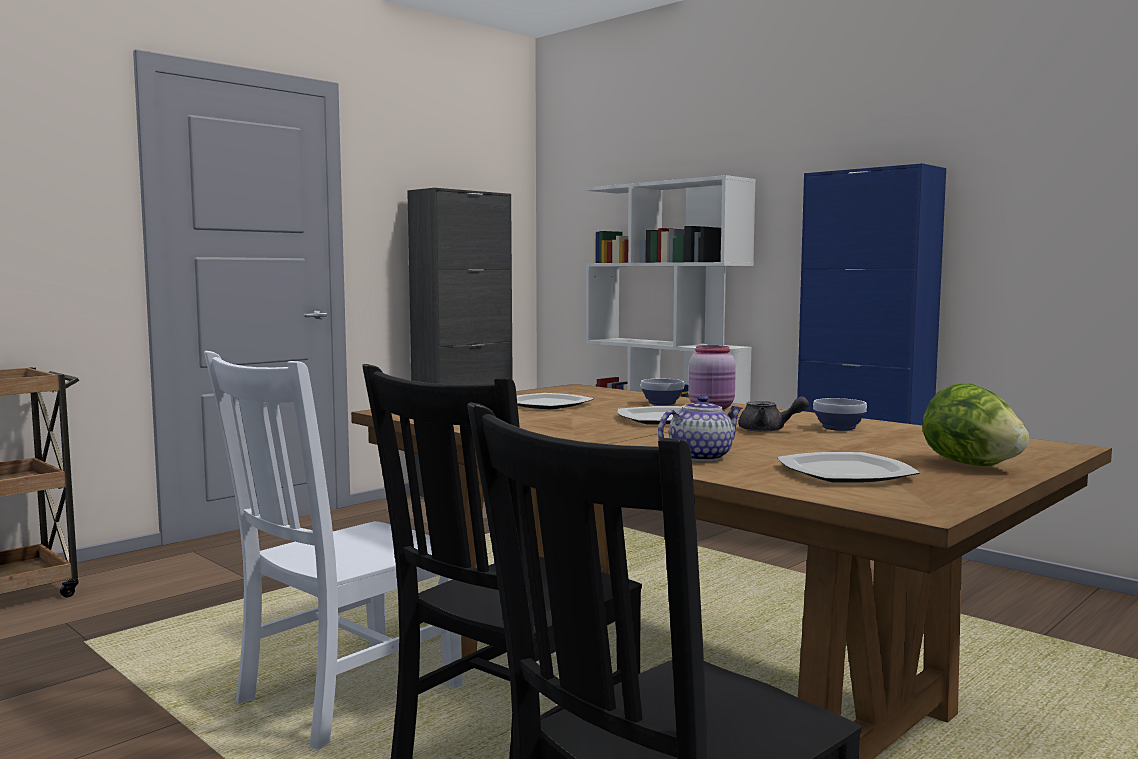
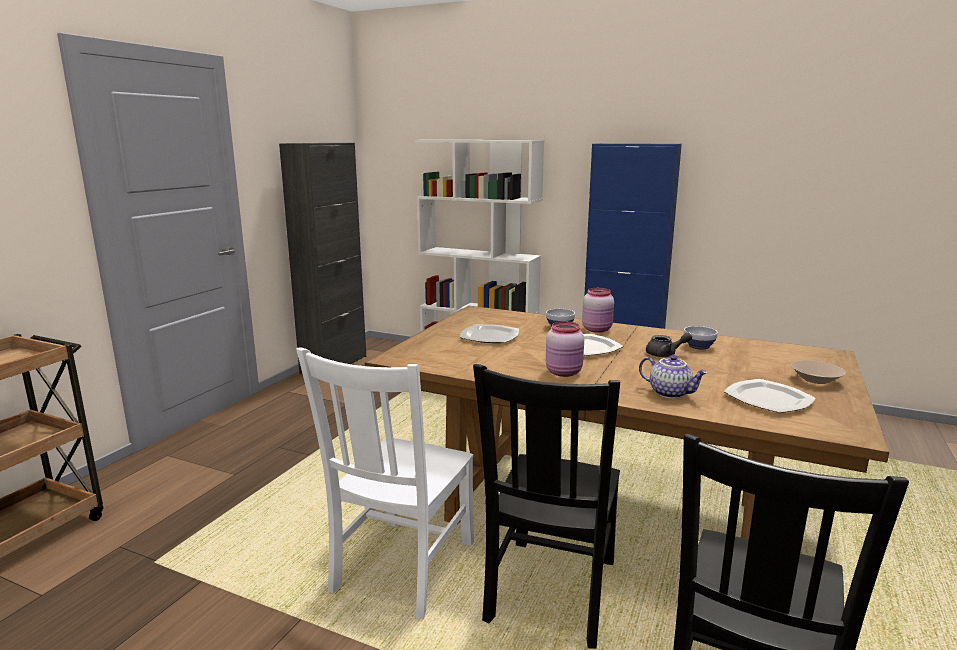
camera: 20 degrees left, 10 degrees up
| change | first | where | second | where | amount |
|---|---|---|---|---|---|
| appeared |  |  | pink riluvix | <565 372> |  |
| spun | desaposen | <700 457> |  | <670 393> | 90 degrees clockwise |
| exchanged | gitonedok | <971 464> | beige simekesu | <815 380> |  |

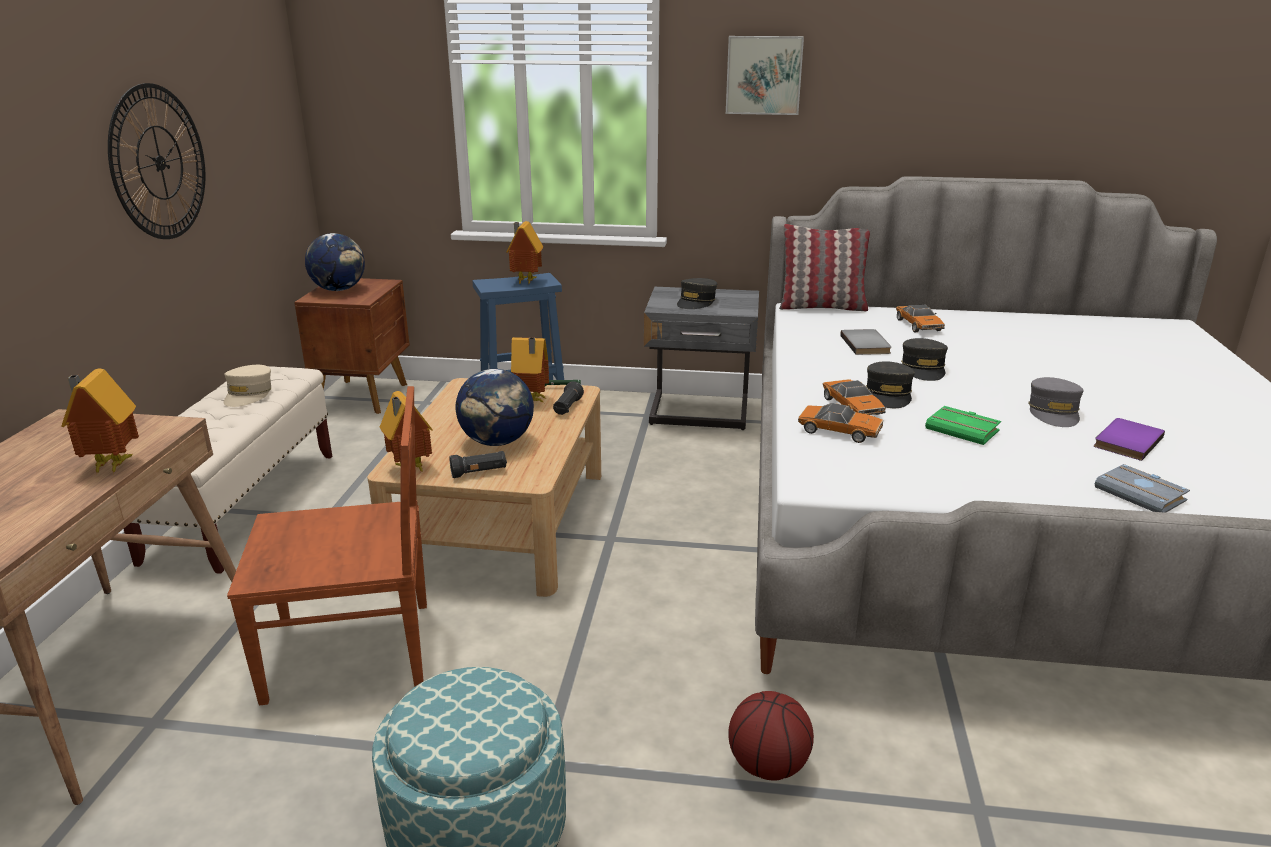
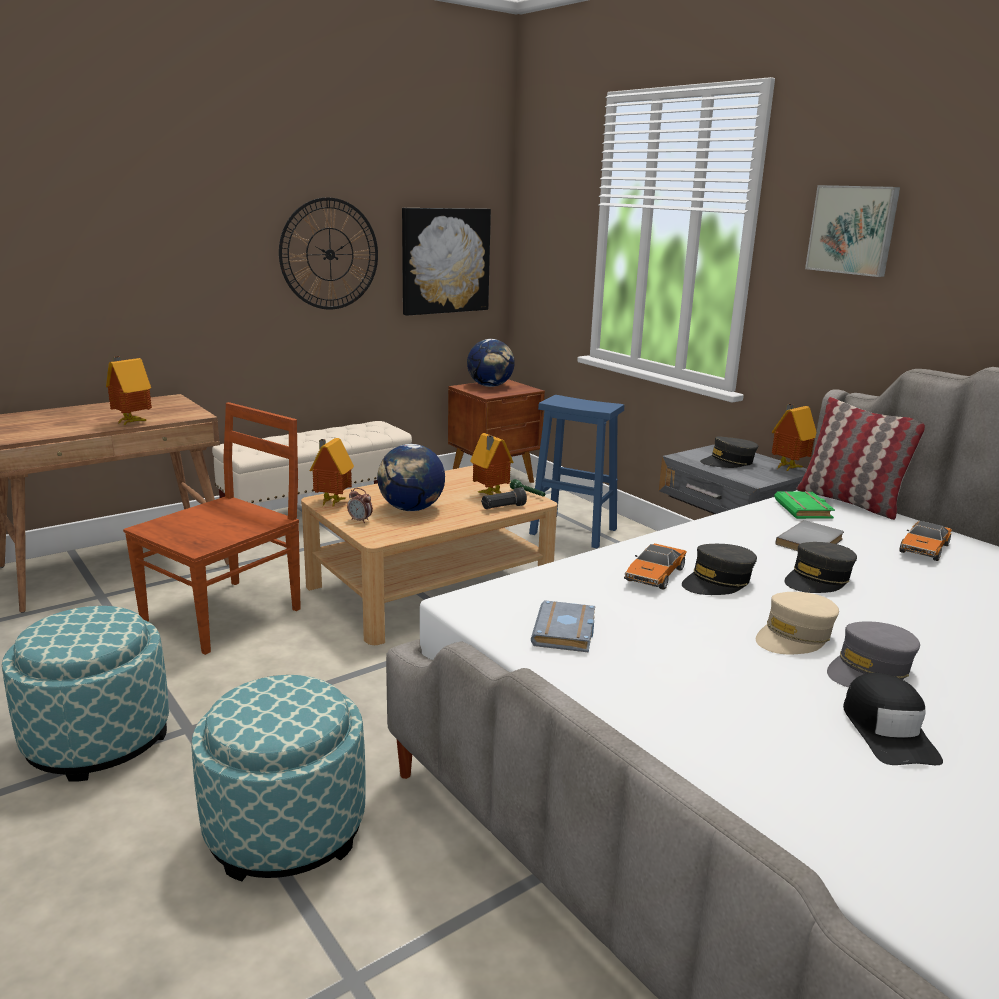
camera: 45 degrees right, 5 degrees down
| change | first | where | second | where | amount |
|---|---|---|---|---|---|
| spun | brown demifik | <354 651> |  | <225 614> | 90 degrees counterclockwise |
| exchanged | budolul | <768 766> | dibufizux | <285 828> |  |
| exchanged | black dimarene | <479 473> | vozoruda | <360 520> |  |
| appeared |  |  | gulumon | <445 261> |  |
| relocated | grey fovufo | <1142 495> |  | <566 633> |  |
| relocated | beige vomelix | <248 394> |  | <794 636> |  |
| relocated | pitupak | <524 281> |  | <787 468> |  |
| relocated | green fovufo | <964 430> |  | <805 510> |  |
| exchanged | purple fovufo | <1125 441> | black vomelix | <888 731> |  |
| missing | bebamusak | <839 431> |  |  |  |

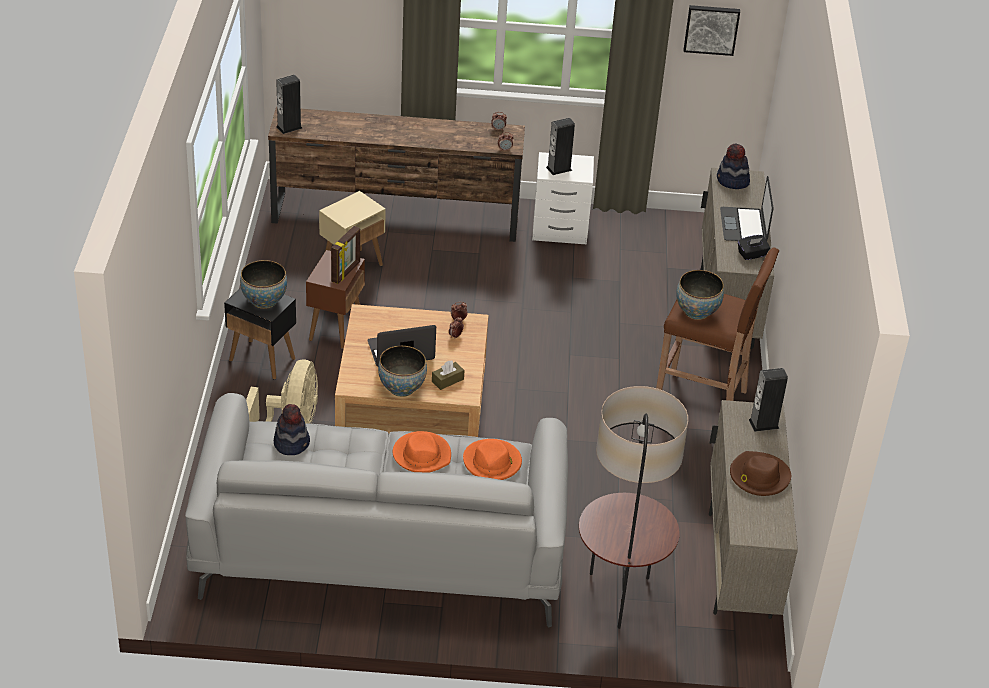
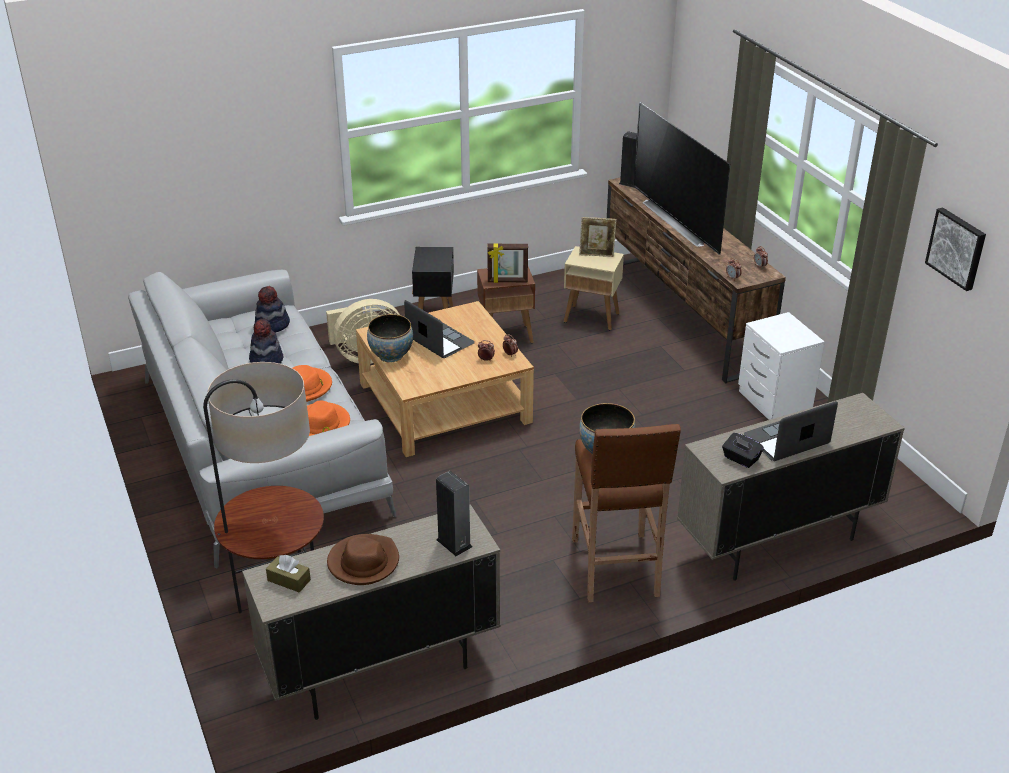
camera: 65 degrees right, 5 degrees down
| change | first | where | second | where | amount |
|---|---|---|---|---|---|
| relocated | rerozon | <732 181> |  | <266 360> |  |
| relocated | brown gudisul | <447 380> |  | <289 580> |  |
| appeared |  |  | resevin | <596 255> |  |
| appeared |  |  | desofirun | <680 221> |  |
| missing | simekesu | <264 301> |  |  |  |
| missing | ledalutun | <559 169> |  |  |  |

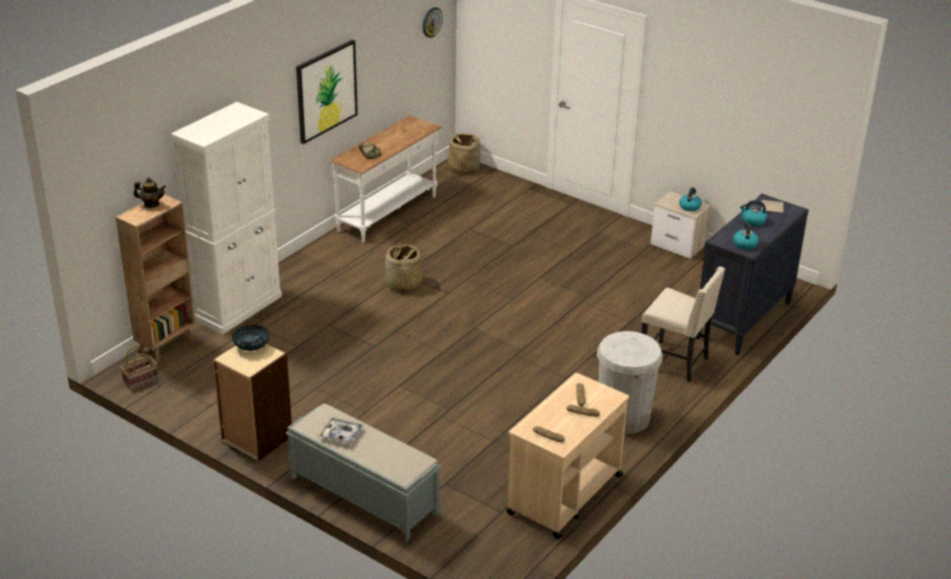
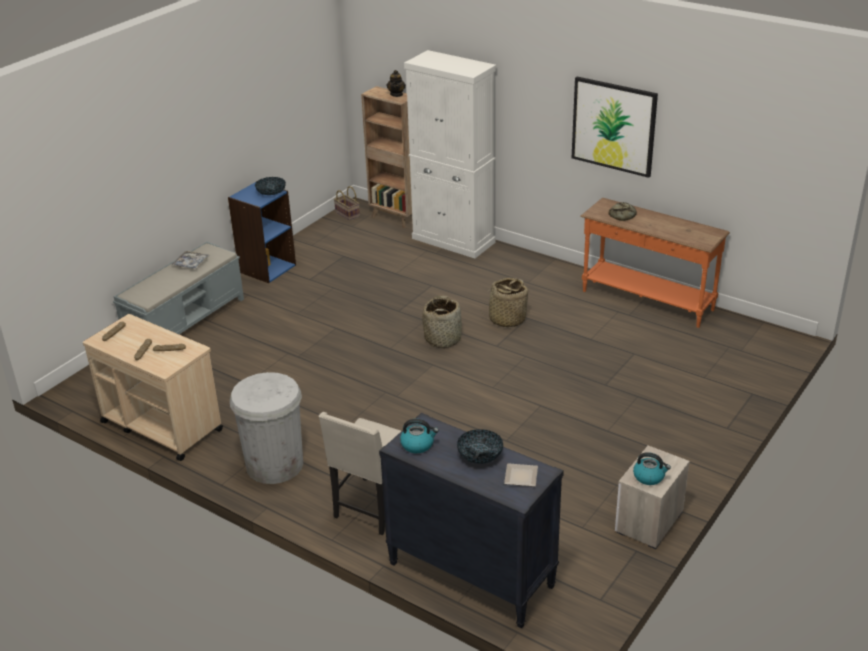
camera: 90 degrees right, 0 degrees up
| change | first | where | second | where | amount |
|---|---|---|---|---|---|
| colour | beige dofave | <256 438> | blue dofave | <267 268> |  |
| relocated | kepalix | <463 168> |  | <443 338> |  |
| exchanged | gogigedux | <753 221> | simekesu | <480 456> |  |
| colour | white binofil | <388 214> | orange binofil | <646 301> |  |
| missing | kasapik | <431 22> |  |  |  |

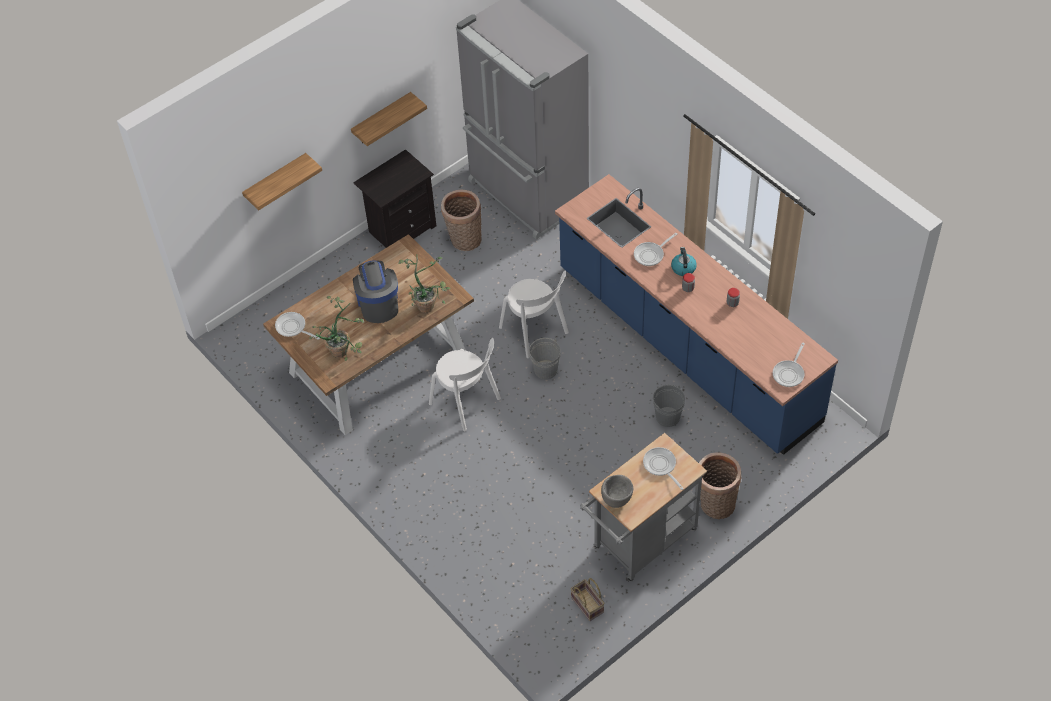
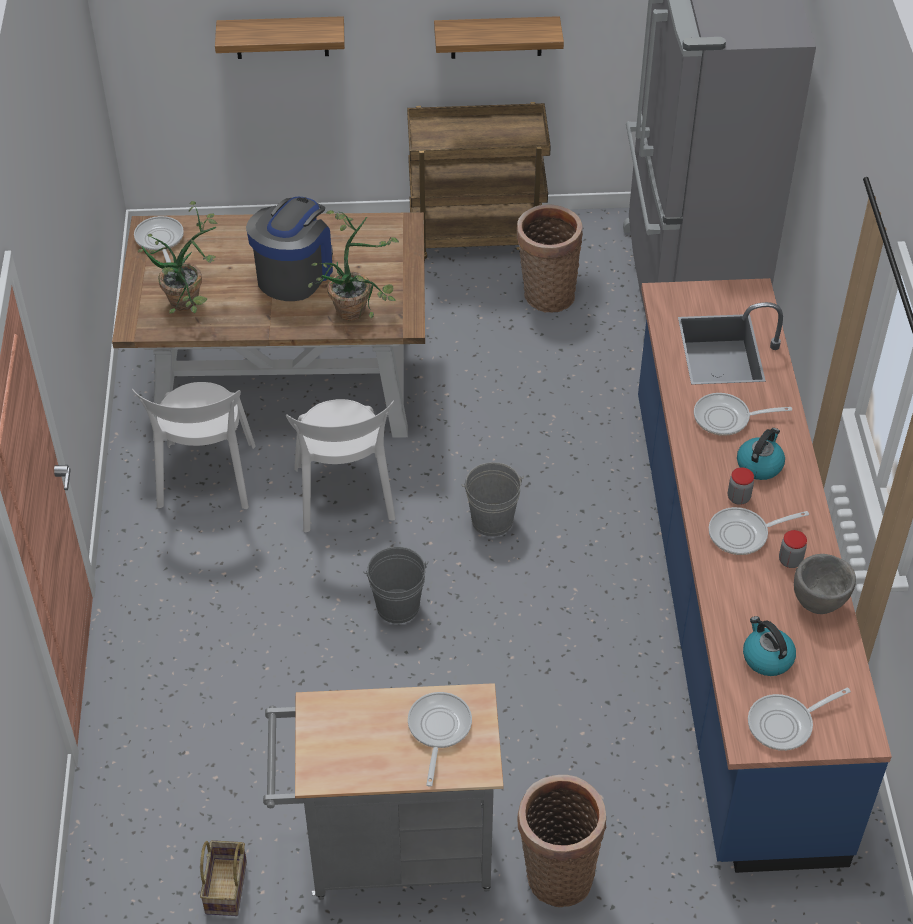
camera: 35 degrees right, 5 degrees down
| change | first | where | second | where | amount |
|---|---|---|---|---|---|
| relocated | white demifik | <535 332> |  | <206 480> |  |
| relocated | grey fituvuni | <668 417> |  | <398 606> |  |
| exchanged | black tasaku | <401 229> | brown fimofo | <477 237> |  |
| appeared |  |  | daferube | <743 534> |  |
| appeared |  |  | gogigedux | <766 657> |  |
| relocated | grey simekesu | <617 501> |  | <818 604> |  |

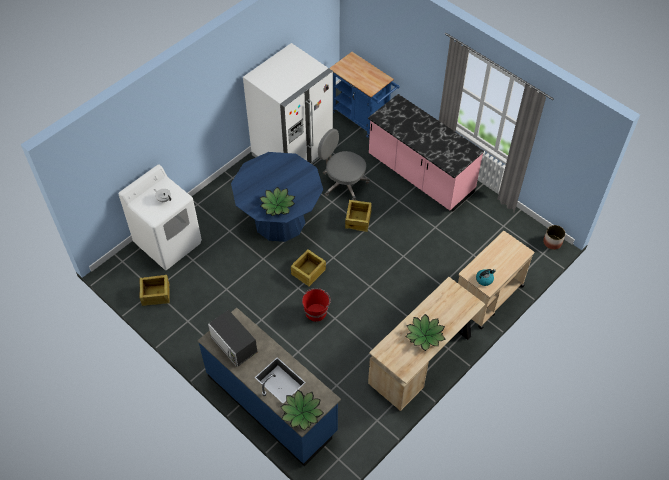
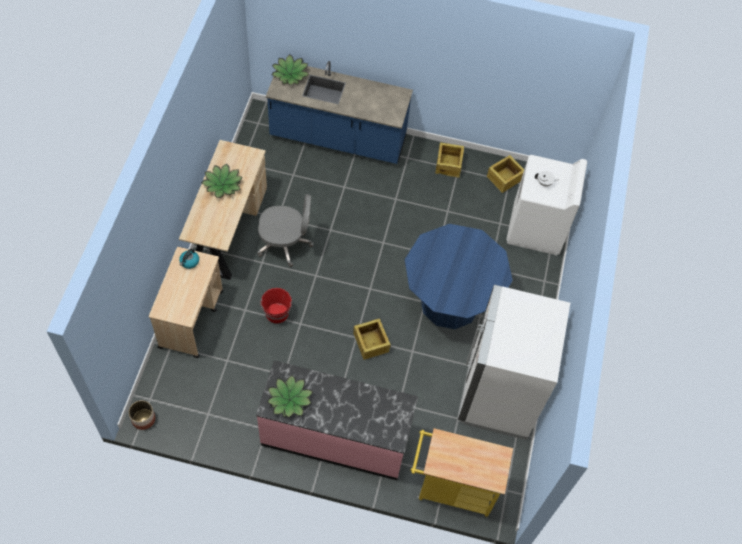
camera: 145 degrees right, 5 degrees up
| change | first | where | second | where | amount |
|---|---|---|---|---|---|
| relocated | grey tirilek | <343 183> |  | <285 243> |  |
| relocated | red fituvuni | <316 312> |  | <277 313> |  |
| relocated | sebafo | <277 205> |  | <290 400> |  |
| colour | blue fimofo | <363 119> | yellow fimofo | <451 488> |  |
| relocated | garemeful | <308 272> |  | <449 164> |  |
| missing | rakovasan | <234 345> |  |  |  |

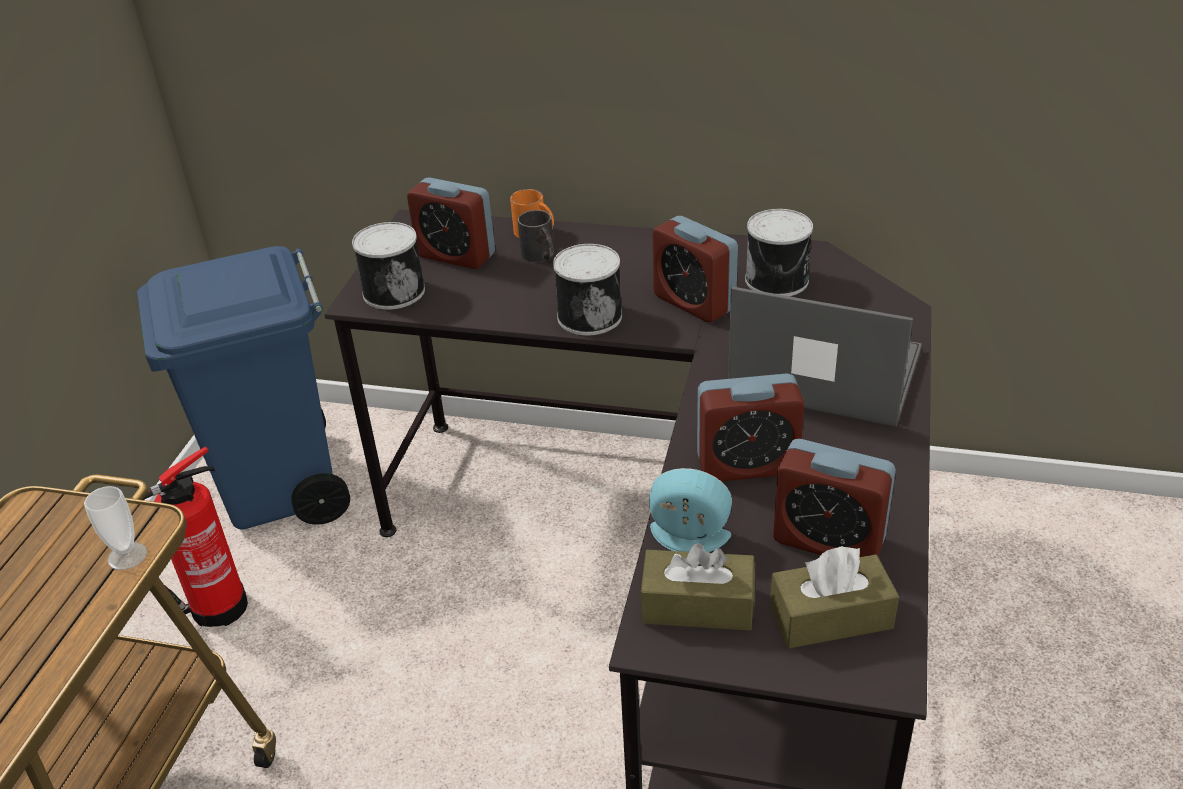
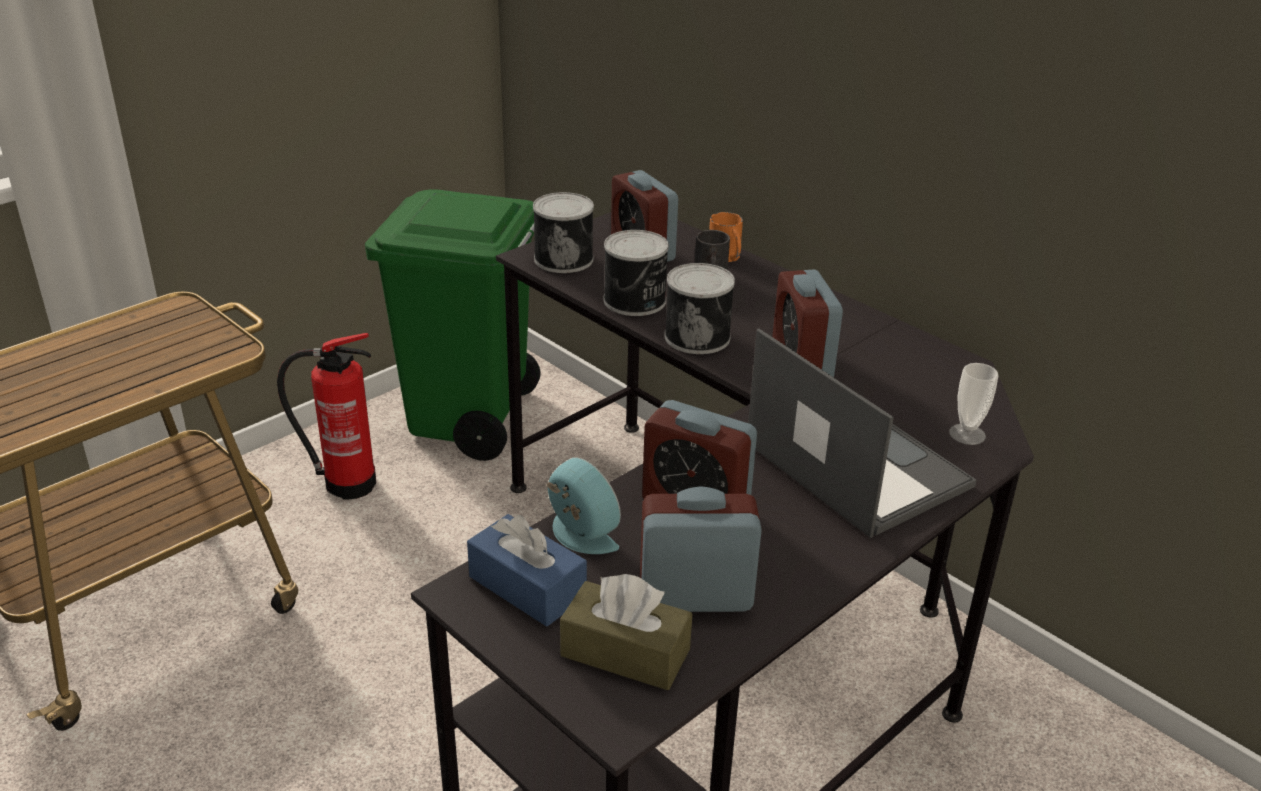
camera: 30 degrees right, 5 degrees down
| change | first | where | second | where | amount |
|---|---|---|---|---|---|
| colour | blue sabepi | <283 489> | green sabepi | <470 420> |  |
| colour | brown gudisul | <697 605> | blue gudisul | <527 586> |  |
| relocated | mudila | <778 280> |  | <636 301> |  |
| spun | vozoruda | <828 540> |  | <695 595> | 120 degrees clockwise |
| relocated | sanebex | <127 556> |  | <967 434> |  |

